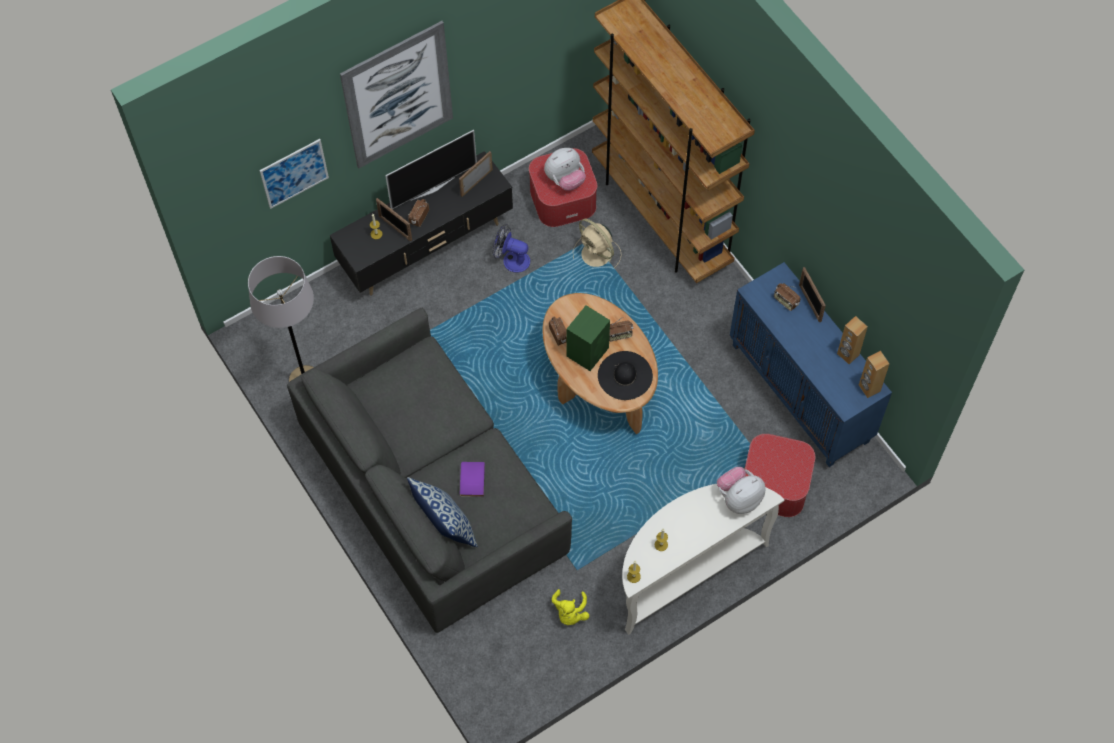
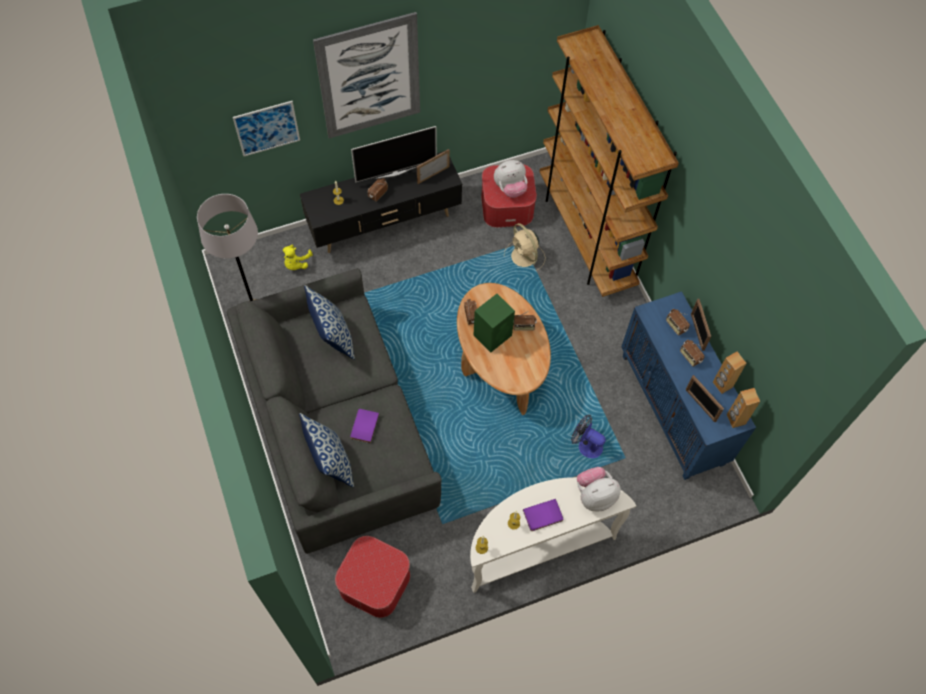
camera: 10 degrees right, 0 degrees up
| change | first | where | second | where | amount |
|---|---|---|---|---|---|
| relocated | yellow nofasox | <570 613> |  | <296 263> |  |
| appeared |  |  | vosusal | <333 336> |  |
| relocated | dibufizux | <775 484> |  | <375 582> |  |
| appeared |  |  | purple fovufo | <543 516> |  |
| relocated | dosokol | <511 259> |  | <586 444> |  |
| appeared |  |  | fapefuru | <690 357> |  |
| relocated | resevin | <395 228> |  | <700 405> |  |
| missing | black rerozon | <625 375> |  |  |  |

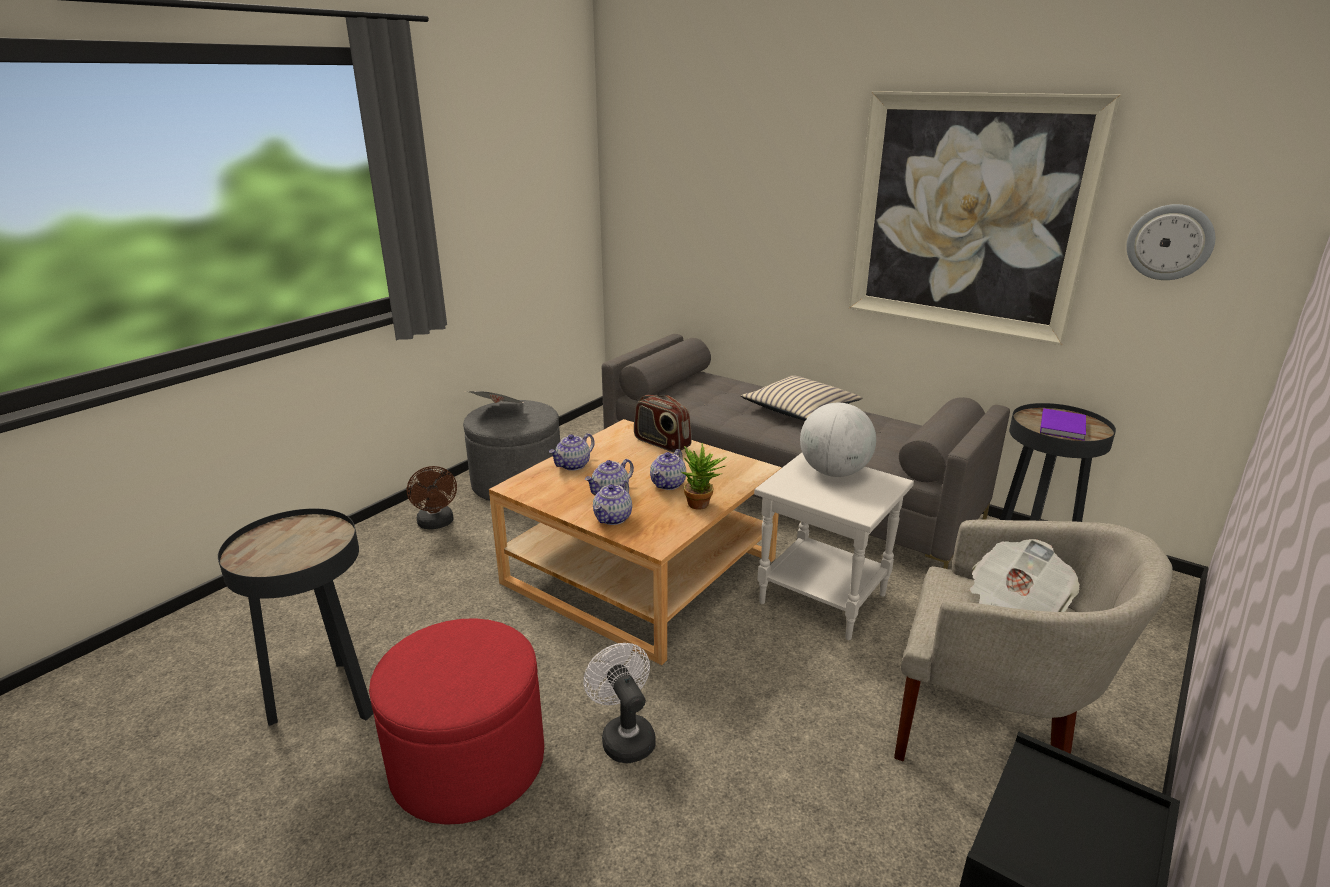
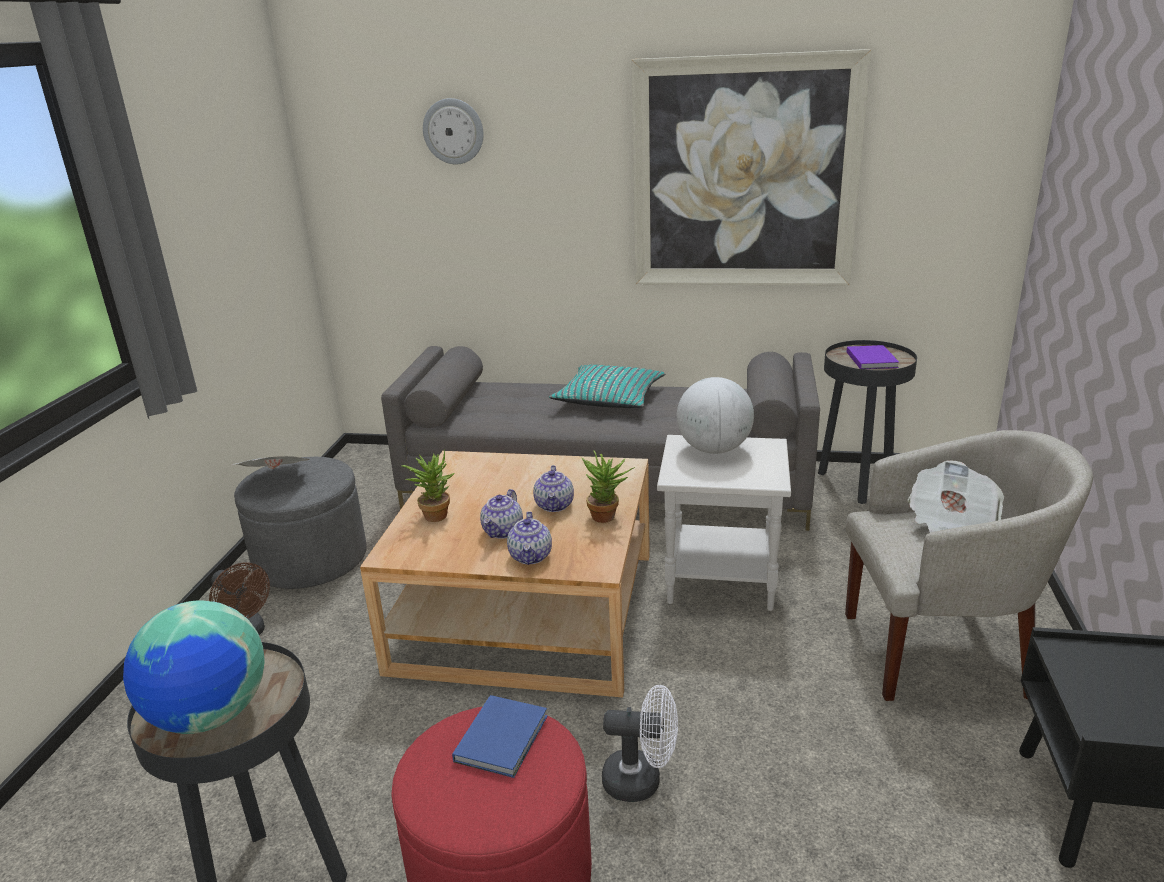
camera: 25 degrees left, 0 degrees up
| change | first | where | second | where | amount |
|---|---|---|---|---|---|
| appeared |  |  | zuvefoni | <210 716> |  |
| exchanged | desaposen | <573 465> | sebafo | <434 514> |  |
| relocated | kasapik | <1169 242> |  | <453 131> |  |
| appeared |  |  | blue fovufo | <504 737> |  |
| colour | beige vosusal | <800 409> | turquoise vosusal | <609 398> |  |
| spun | white dosokol | <624 736> |  | <641 780> | 150 degrees clockwise |
| missing | fapefuru | <661 443> |  |  |  |

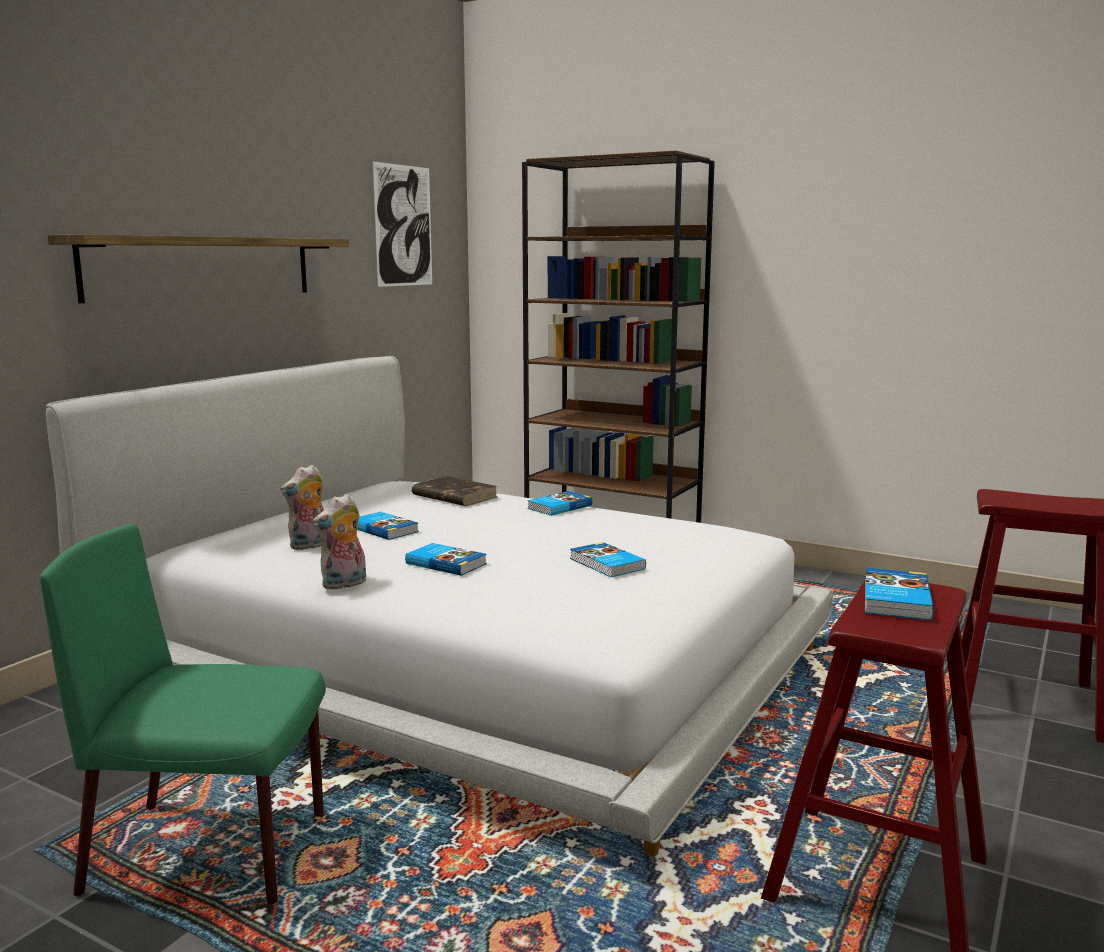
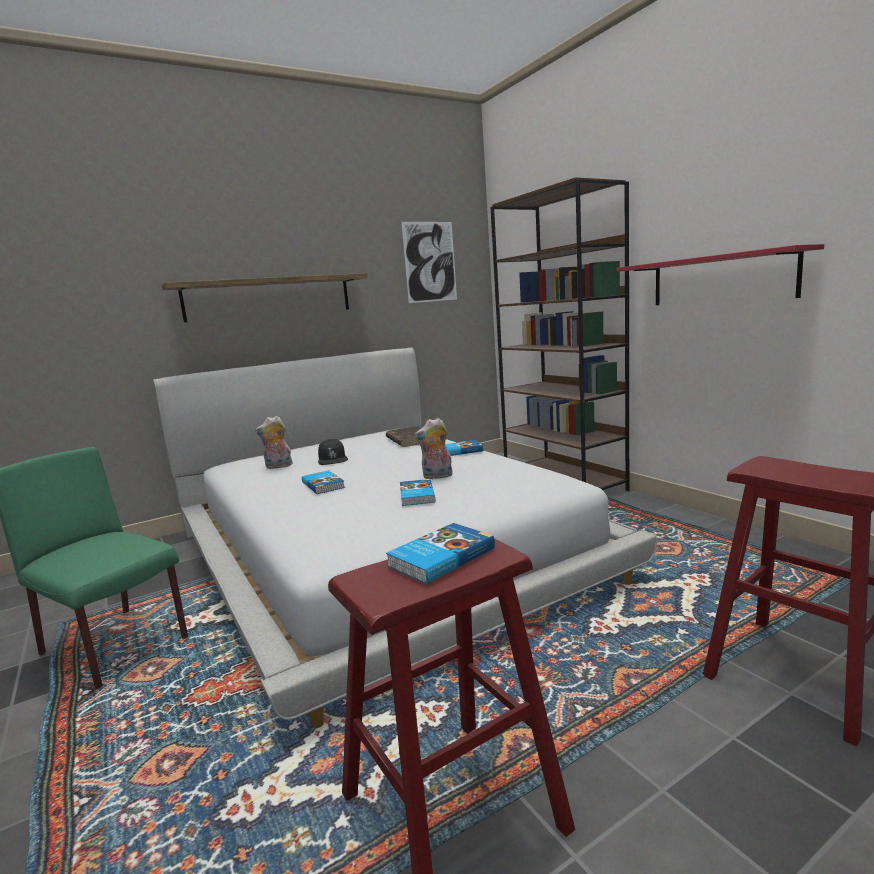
camera: 30 degrees right, 0 degrees up
| change | first | where | second | where | amount |
|---|---|---|---|---|---|
| exchanged | fovufo | <385 529> | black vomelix | <332 459> |  |
| relocated | nofasox | <344 584> |  | <437 477> |  |
| appeared |  |  | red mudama | <721 279> |  |

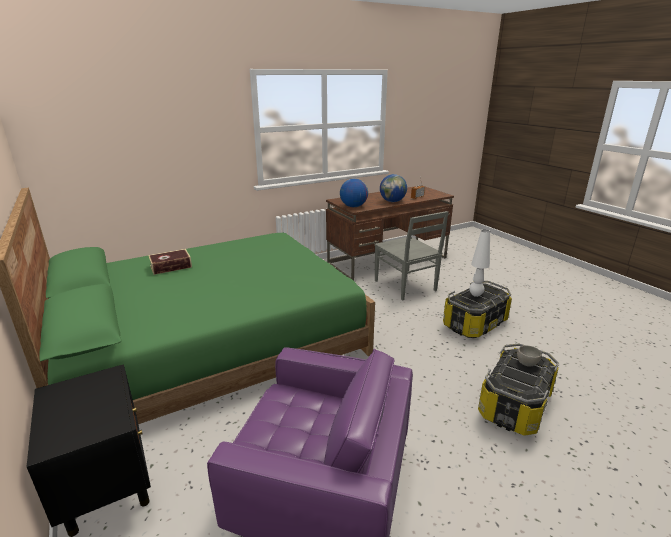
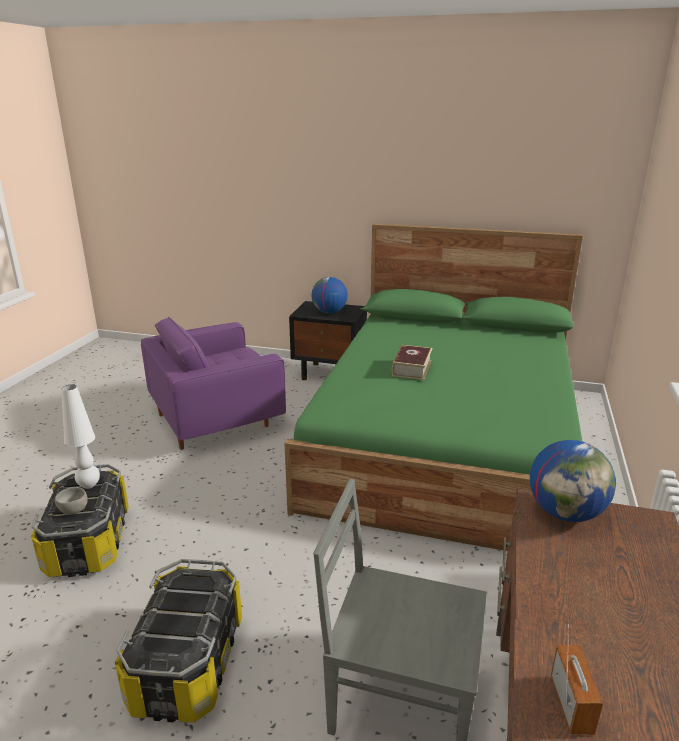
camera: 135 degrees right, 0 degrees up
| change | first | where | second | where | amount |
|---|---|---|---|---|---|
| relocated | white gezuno | <475 295> |  | <89 485> |  |
| relocated | zuvefoni | <392 201> |  | <329 312> |  |
| relocated | fovufo | <171 266> |  | <412 368> |  |

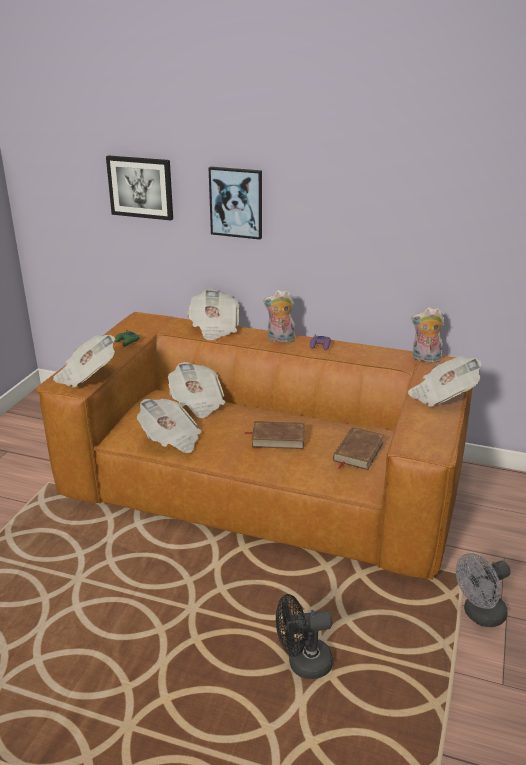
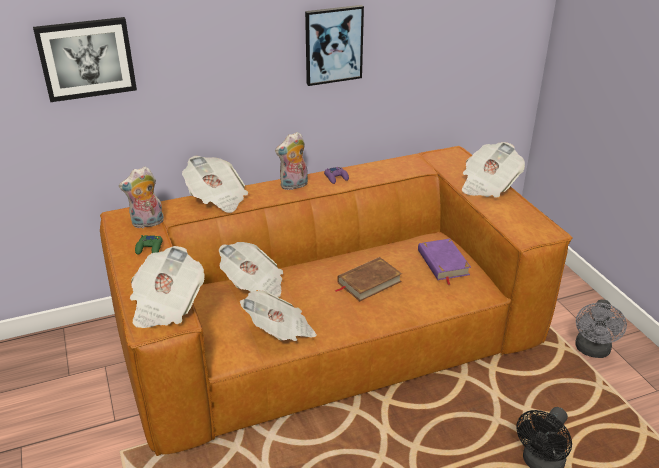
camera: 40 degrees left, 5 degrees up
| change | first | where | second | where | amount |
|---|---|---|---|---|---|
| relocated | nofasox | <425 359> |  | <147 223> |  |
| relocated | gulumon | <236 202> |  | <333 45> |  |
| colour | brown fovufo | <358 452> | purple fovufo | <443 263> |  |

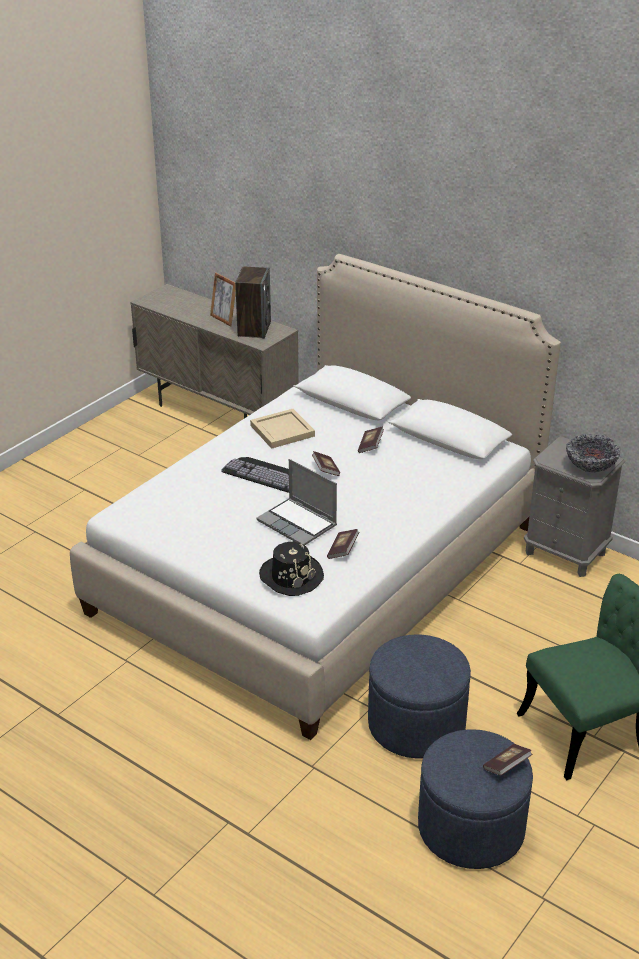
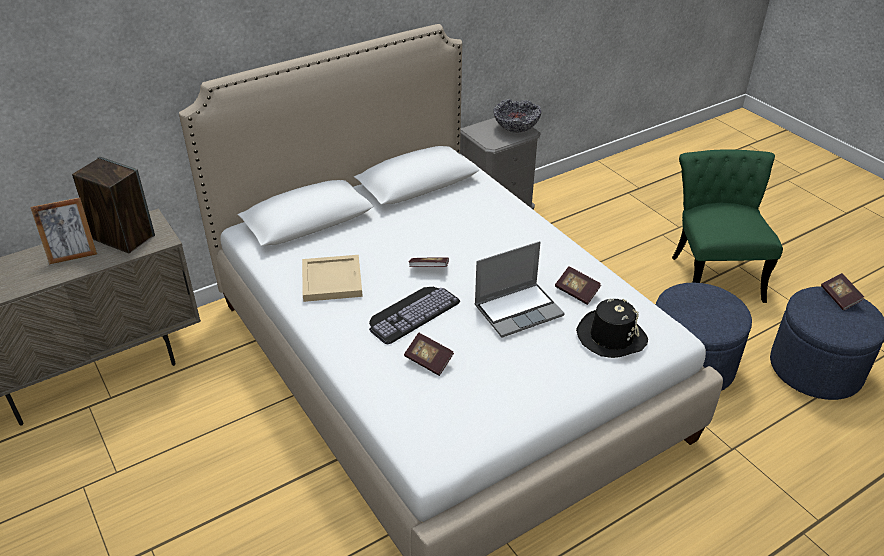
camera: 70 degrees left, 5 degrees up
| change | first | where | second | where | amount |
|---|---|---|---|---|---|
| relocated | fovufo | <370 446> |  | <428 361> |  |

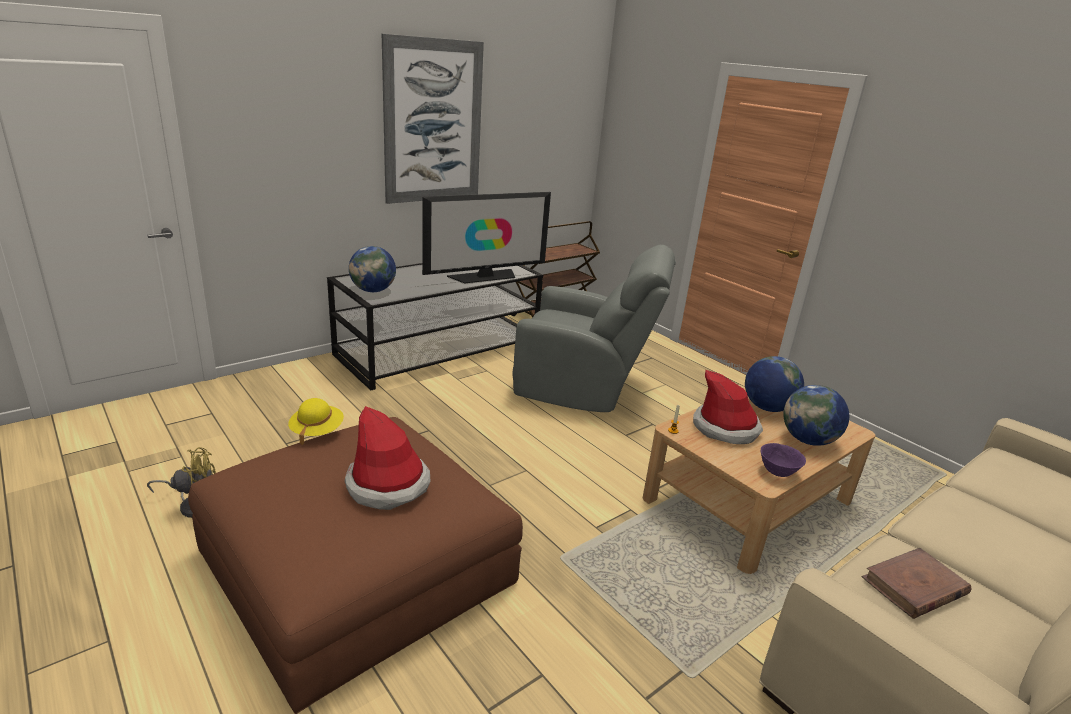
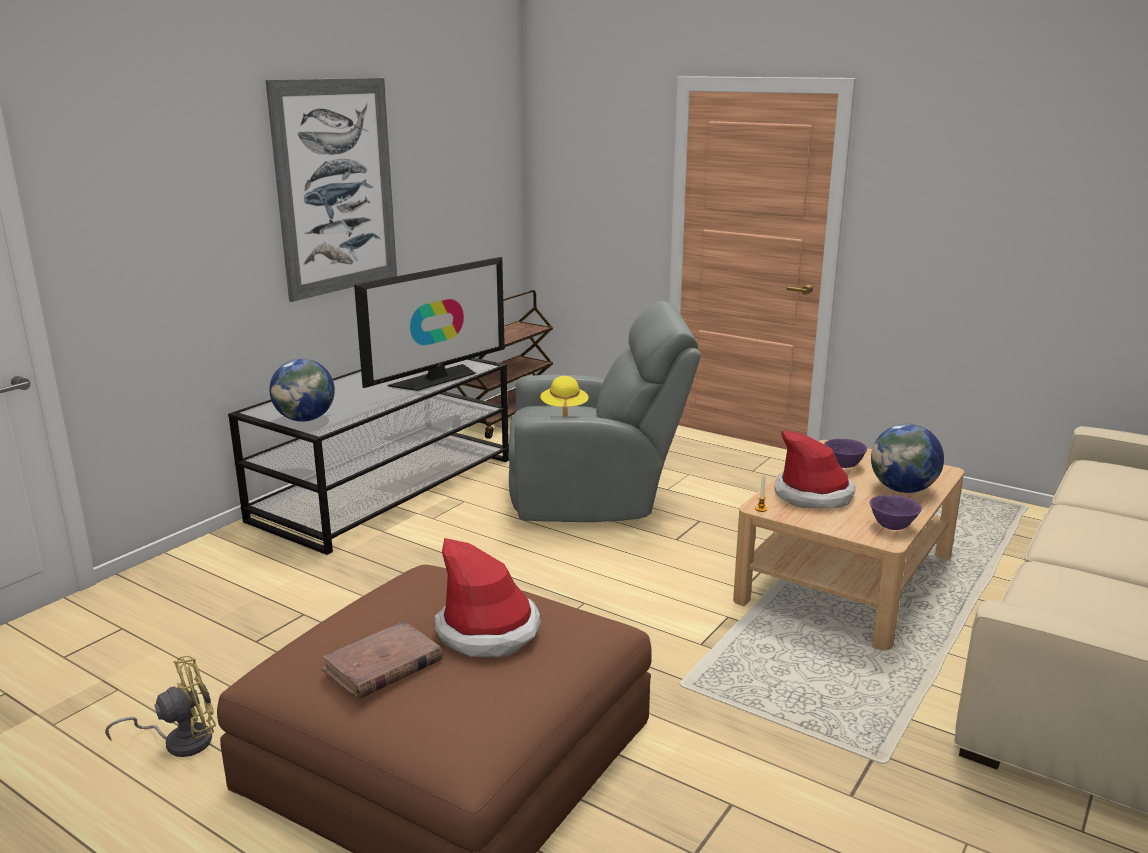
camera: 15 degrees left, 5 degrees down
| change | first | where | second | where | amount |
|---|---|---|---|---|---|
| relocated | brown fovufo | <914 587> |  | <382 665> |  |
| relocated | yellow rerozon | <317 431> |  | <564 408> |  |
| exchanged | zuvefoni | <767 408> | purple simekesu | <843 466> |  |

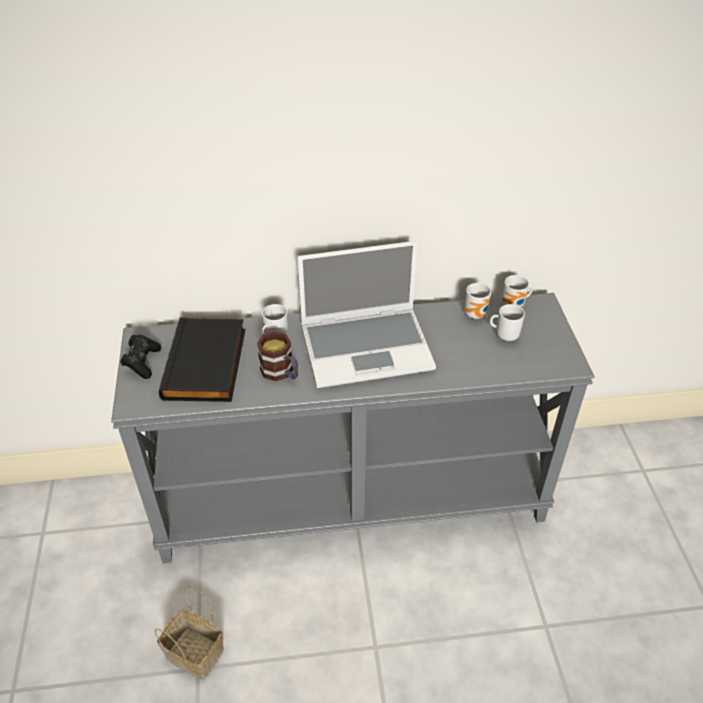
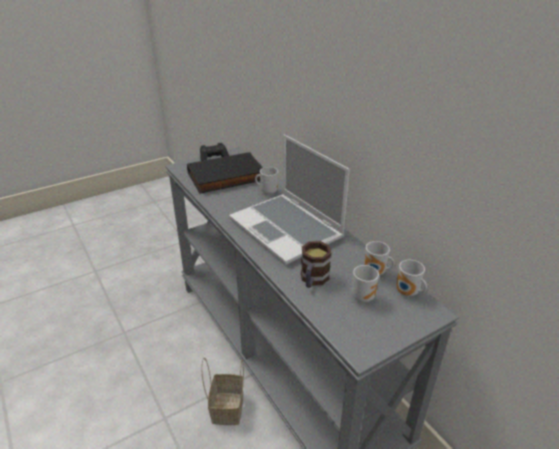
camera: 65 degrees right, 10 degrees down
| change | first | where | second | where | amount |
|---|---|---|---|---|---|
| relocated | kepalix | <192 653> |  | <227 407> |  |
| relocated | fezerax | <281 373> |  | <313 280> |  |

